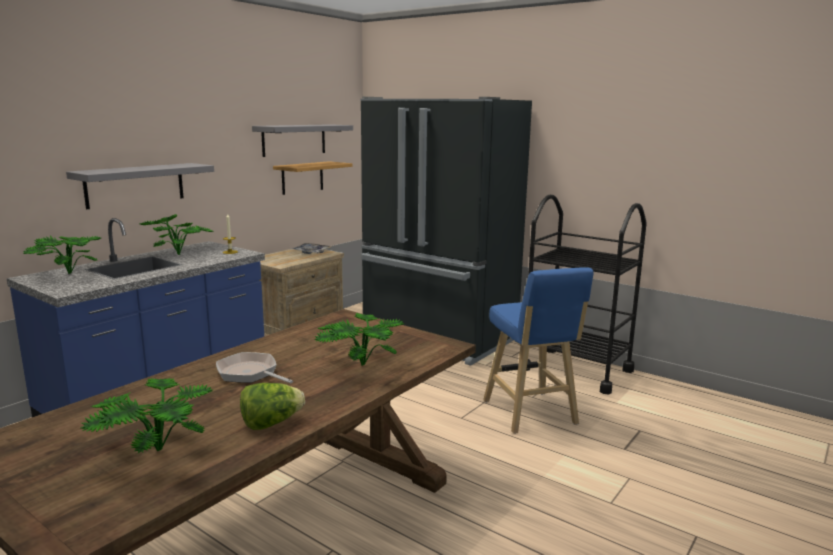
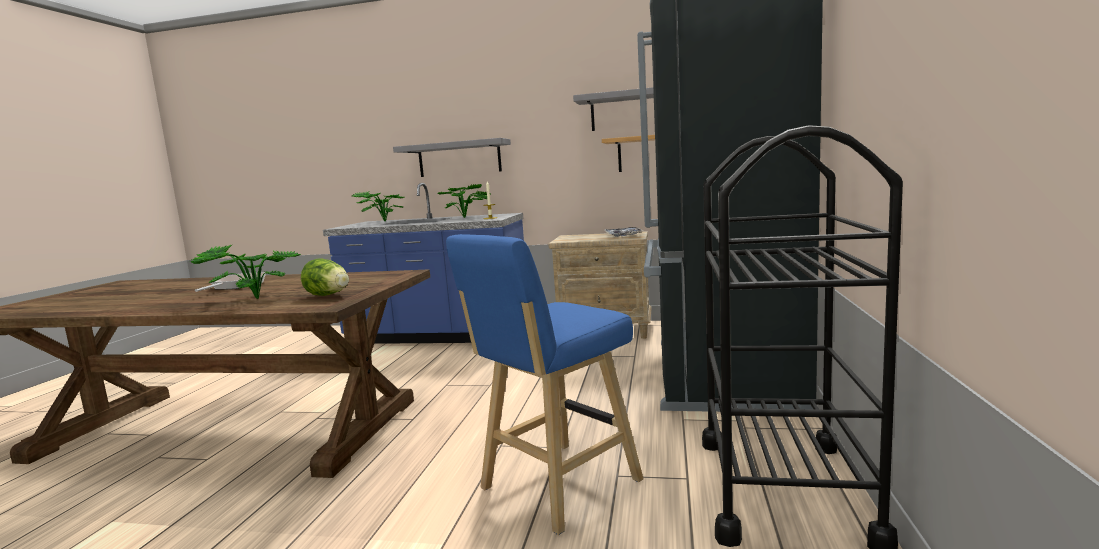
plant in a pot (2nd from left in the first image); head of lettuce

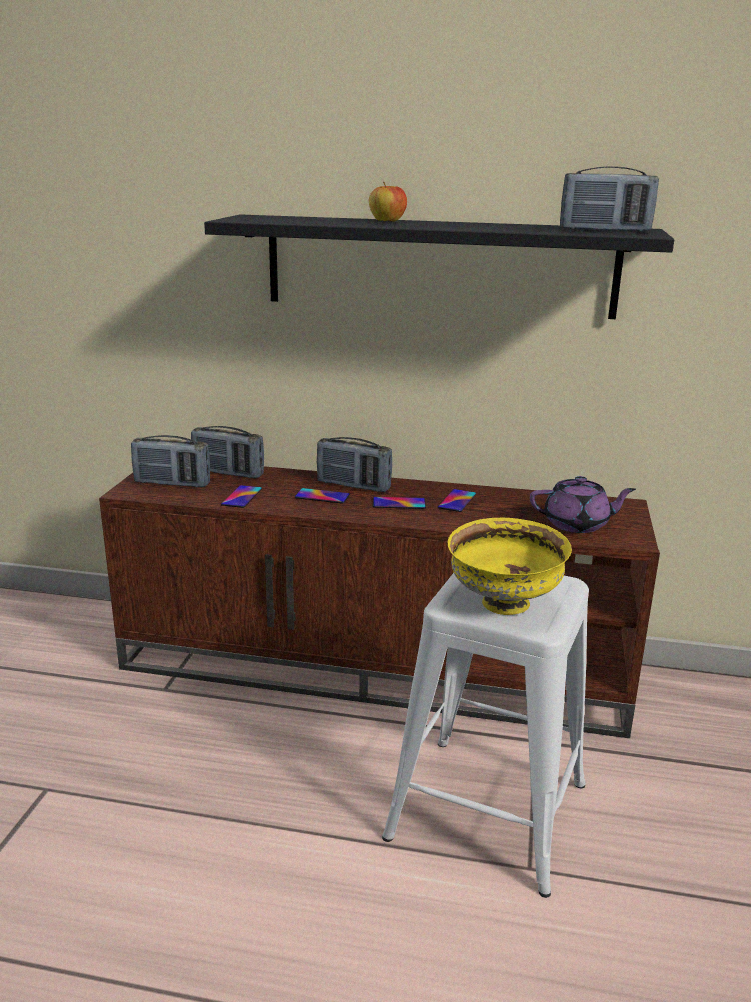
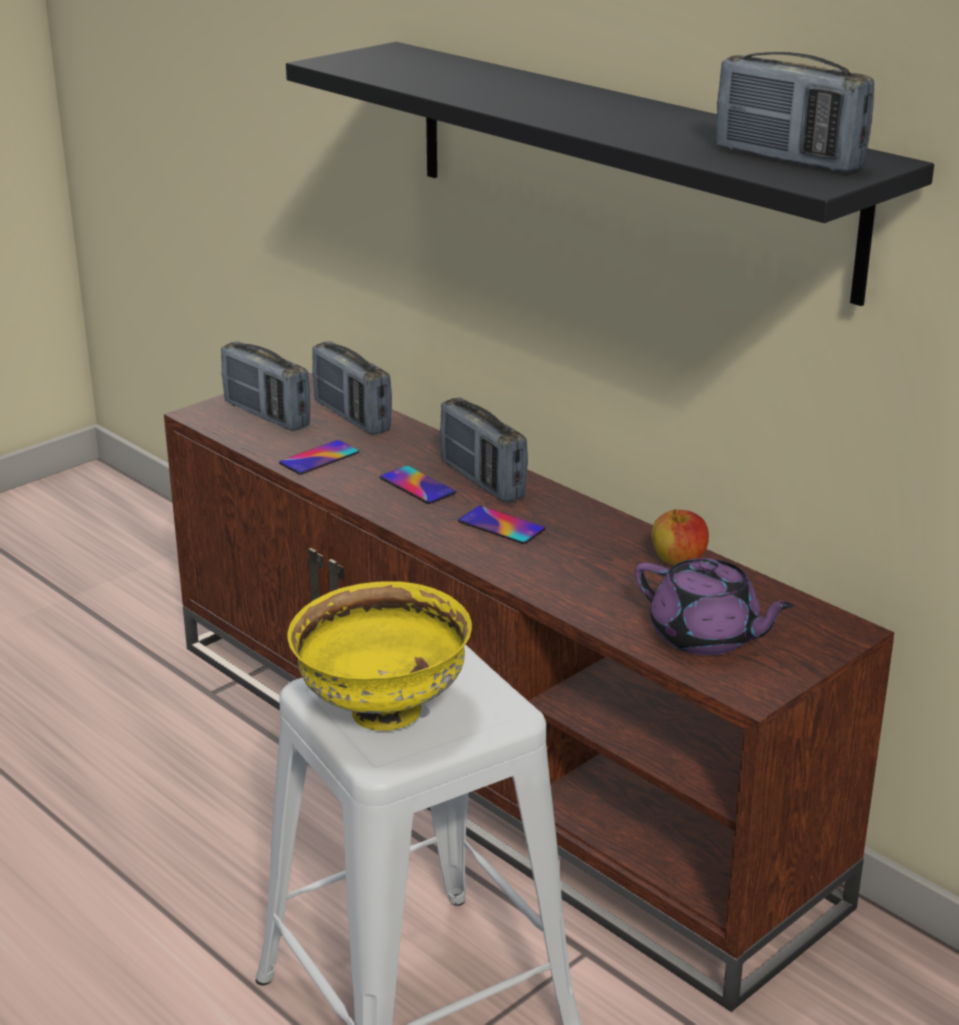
whole apple; phone (4th from left in the first image)

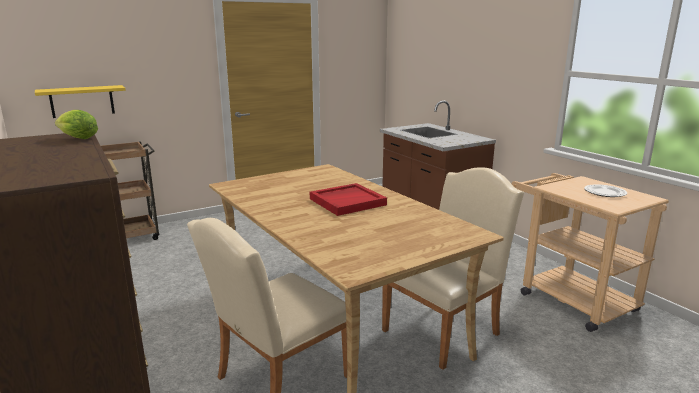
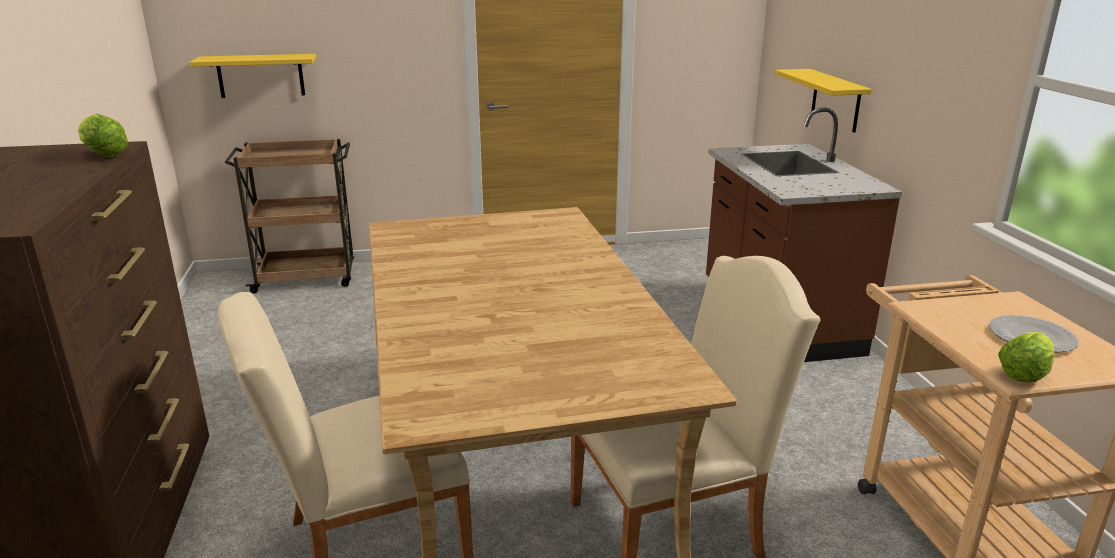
serving tray in red; shelf in yellowish (2nd from left); head of lettuce (2nd from left)

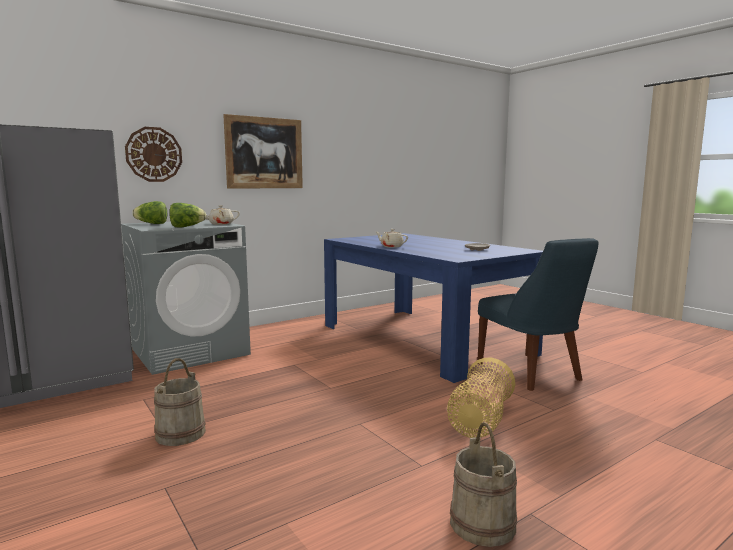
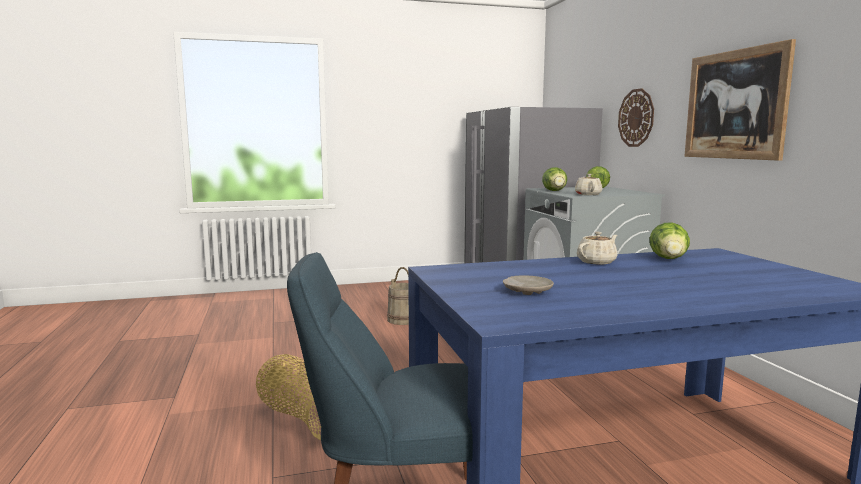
water bucket in sand-coloured (2nd from left in the first image); head of lettuce (3rd from left)

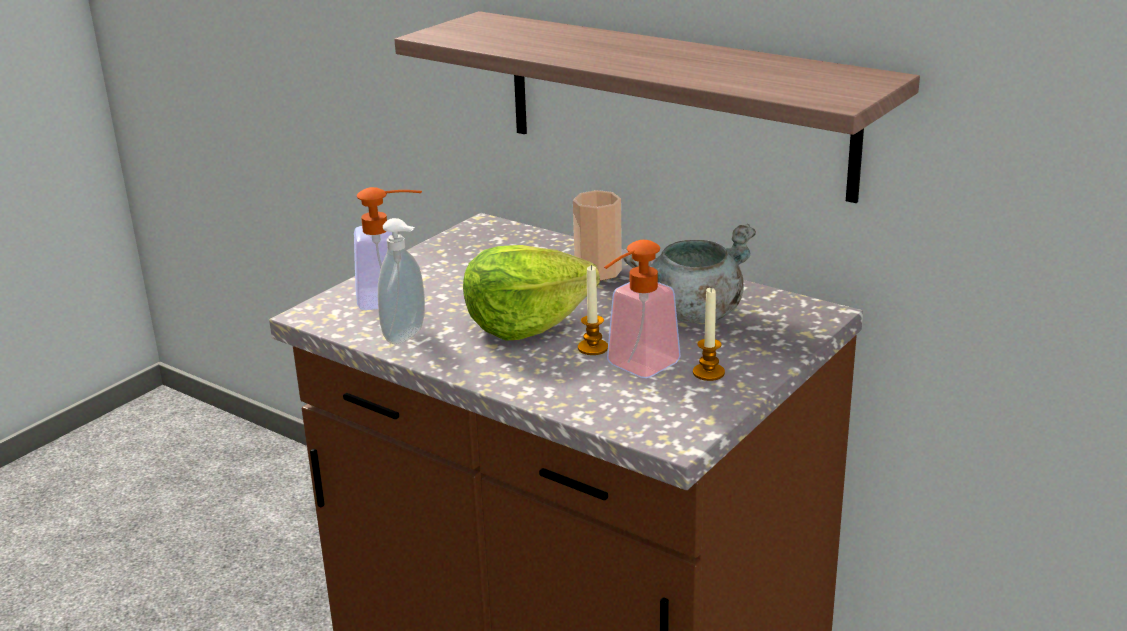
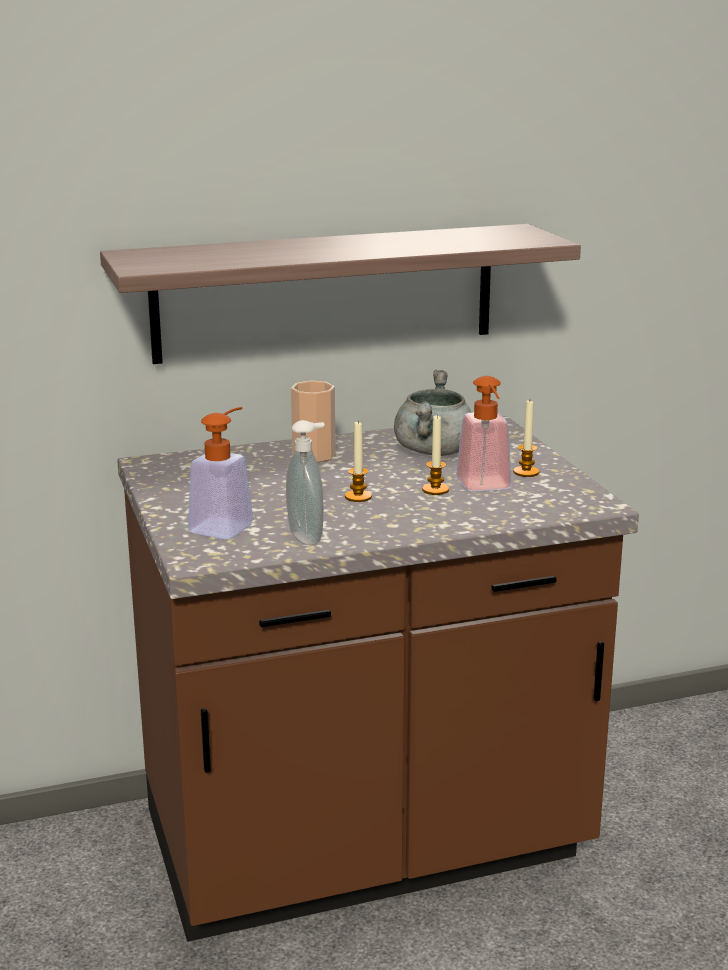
candle (1st from left)

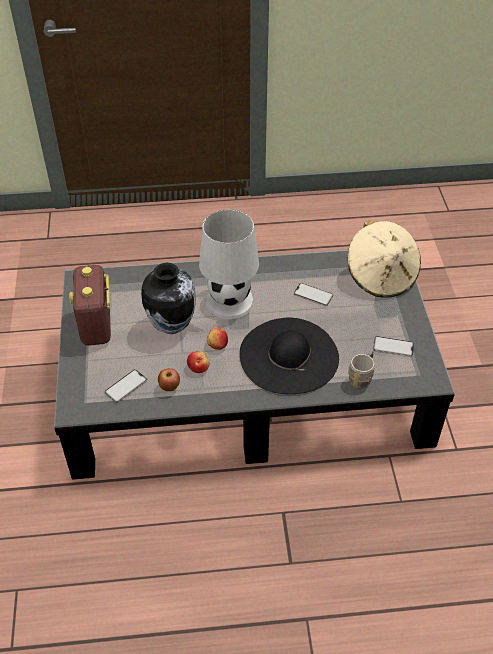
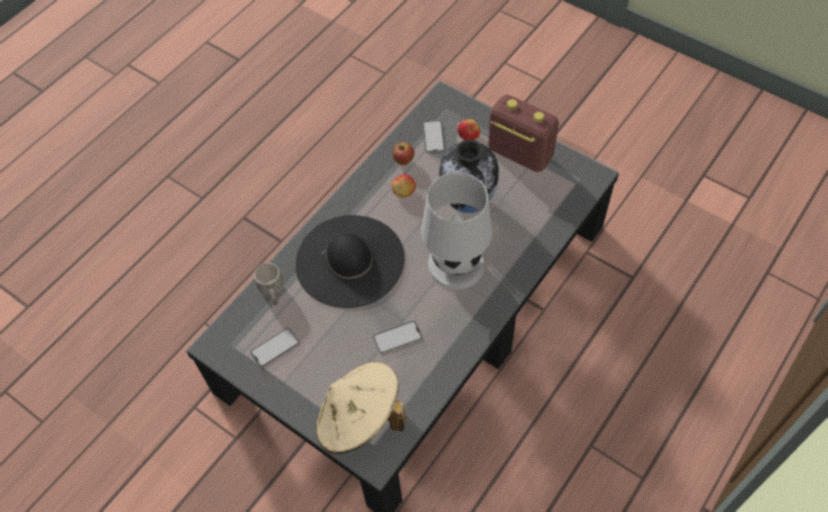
whole apple (3rd from left)

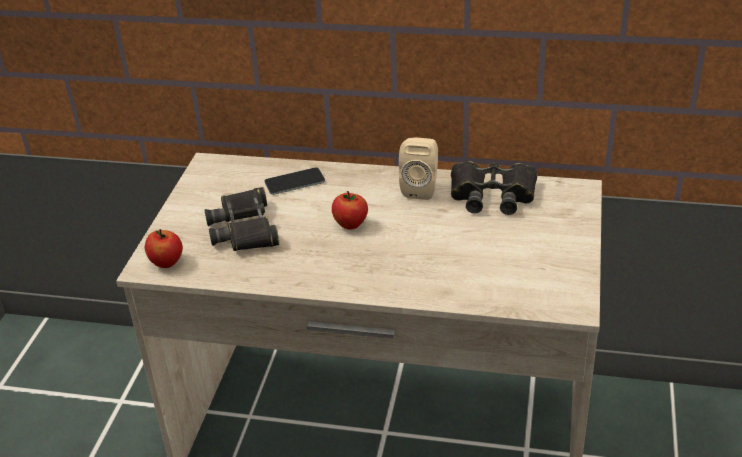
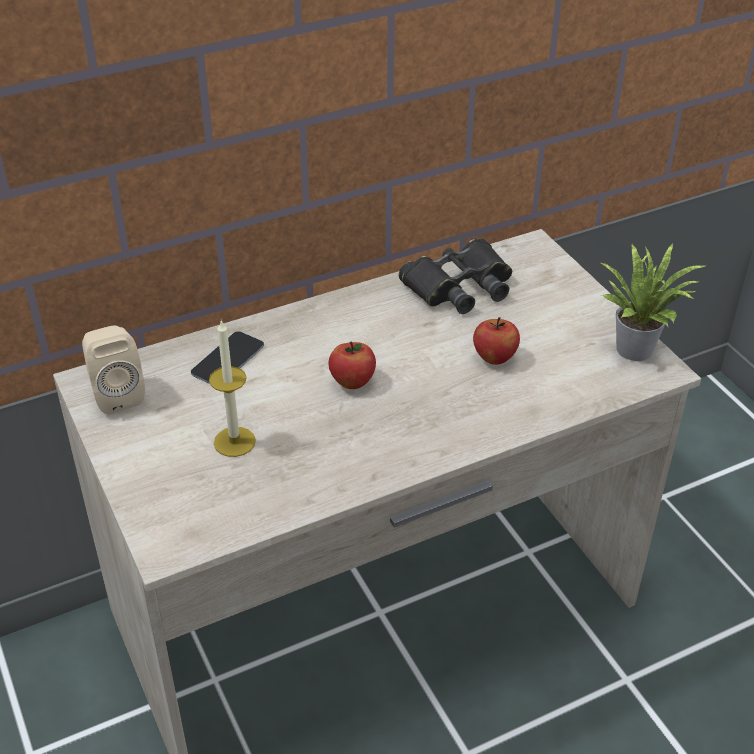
audio speaker in sand-coloured; candle; whole apple (2nd from left); plant in a pot

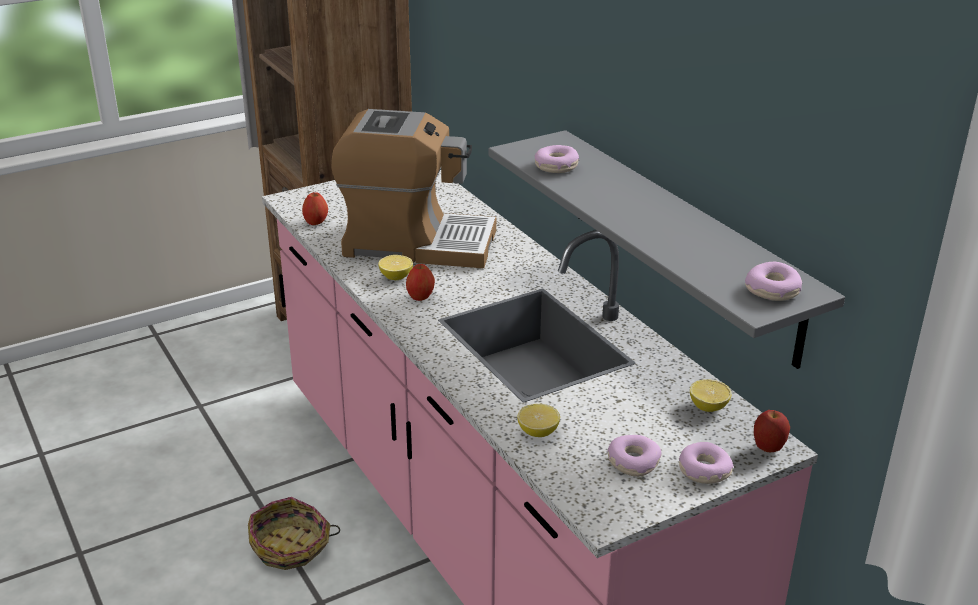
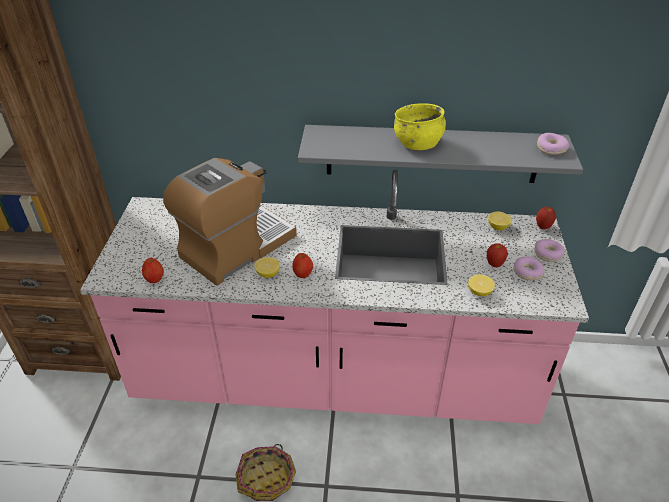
doughnut (1st from left in the first image); serving bowl in yellowish; whole apple (3rd from left)

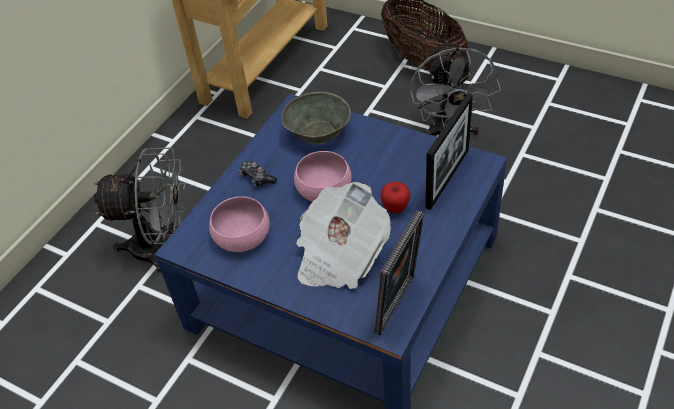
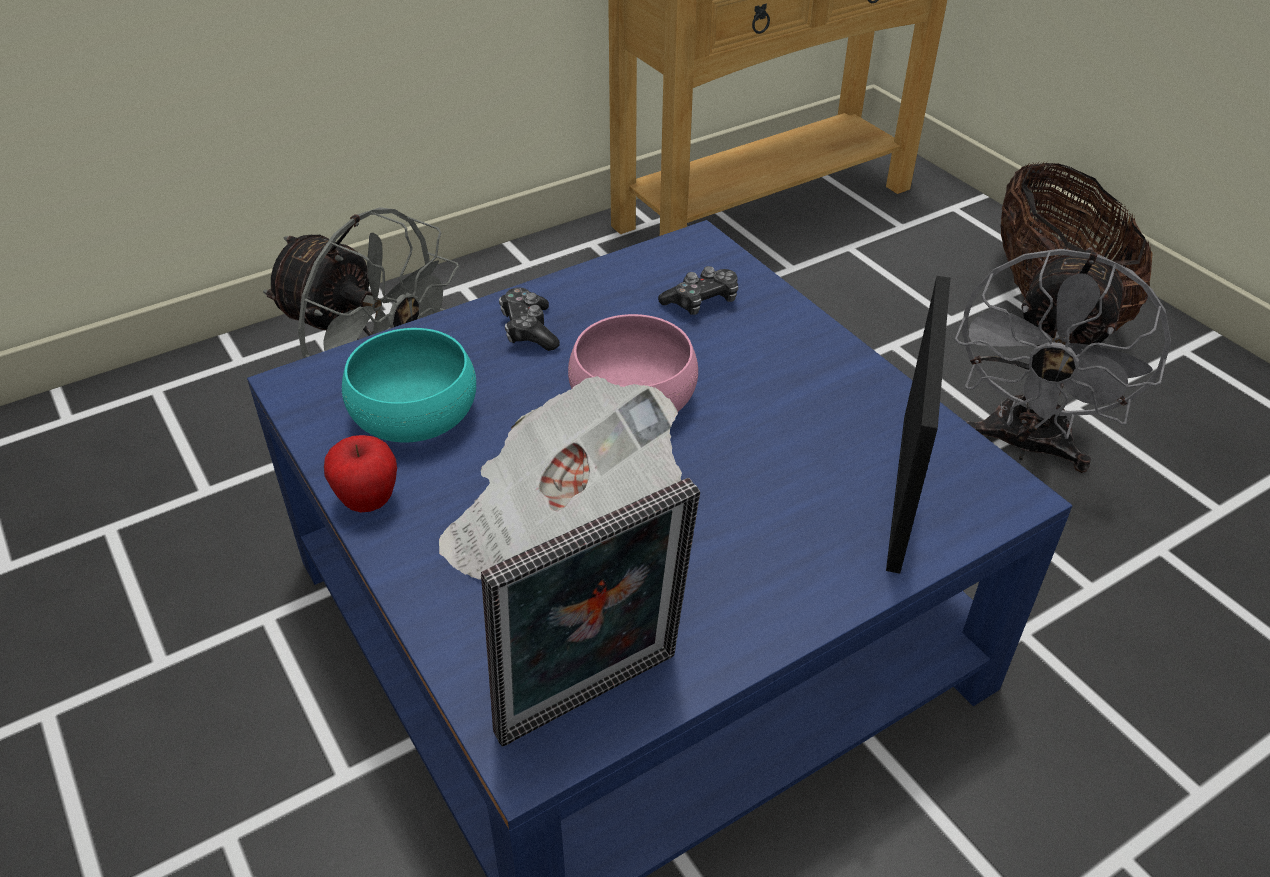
joypad (2nd from left); photo frame (2nd from left); whole apple; serving bowl in blue-green

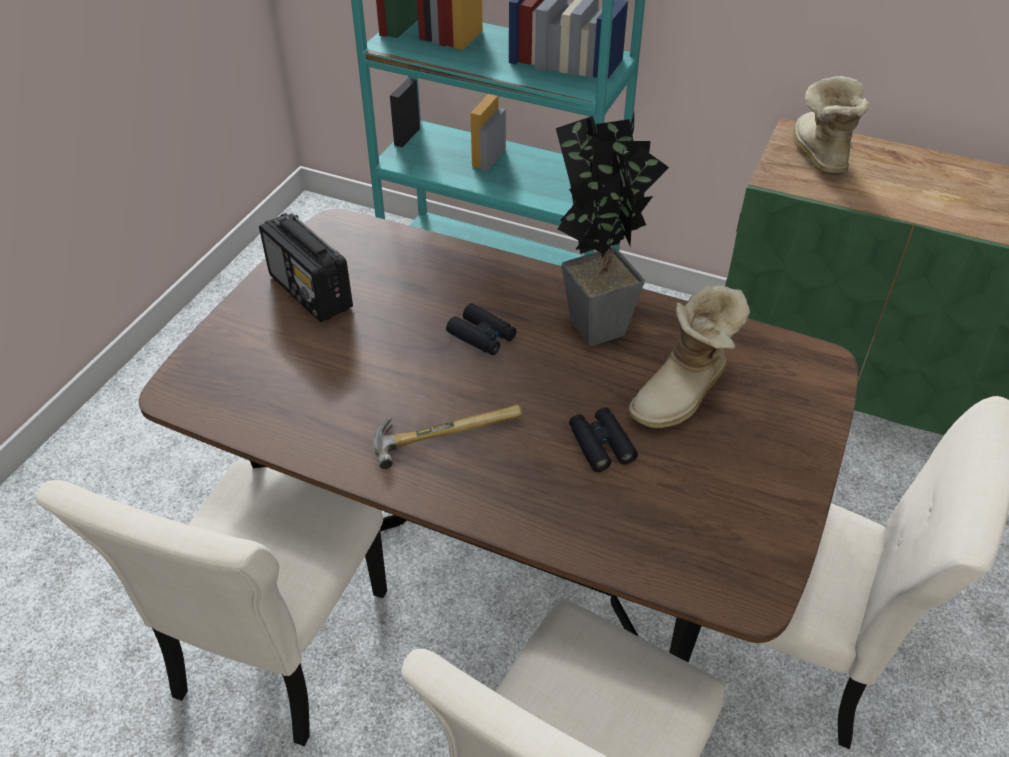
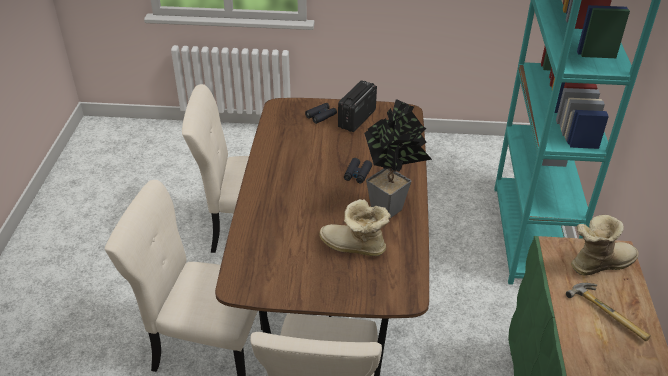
hammer; field glasses in black-coloured (1st from left)

